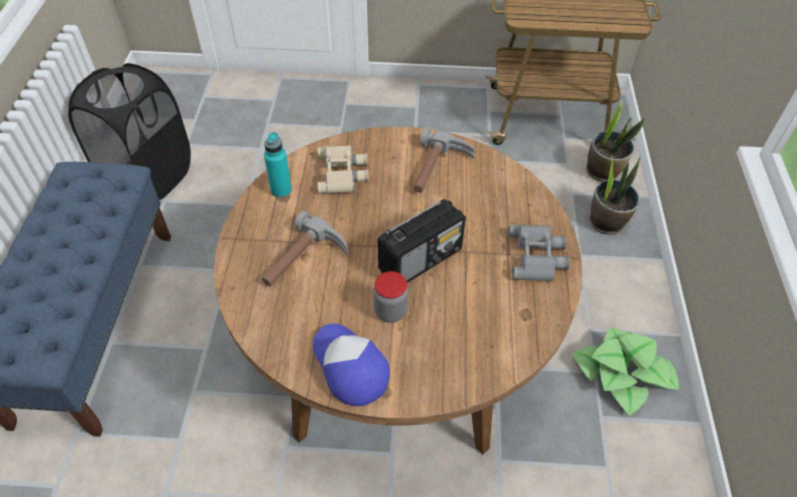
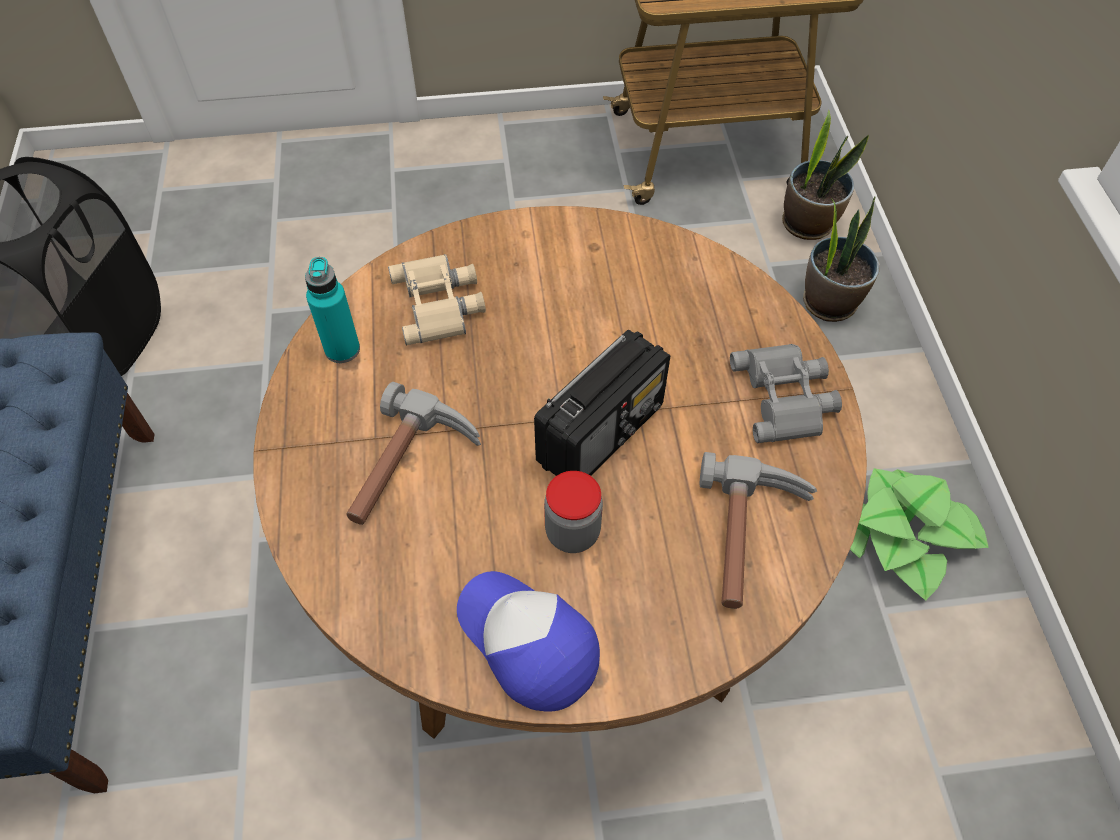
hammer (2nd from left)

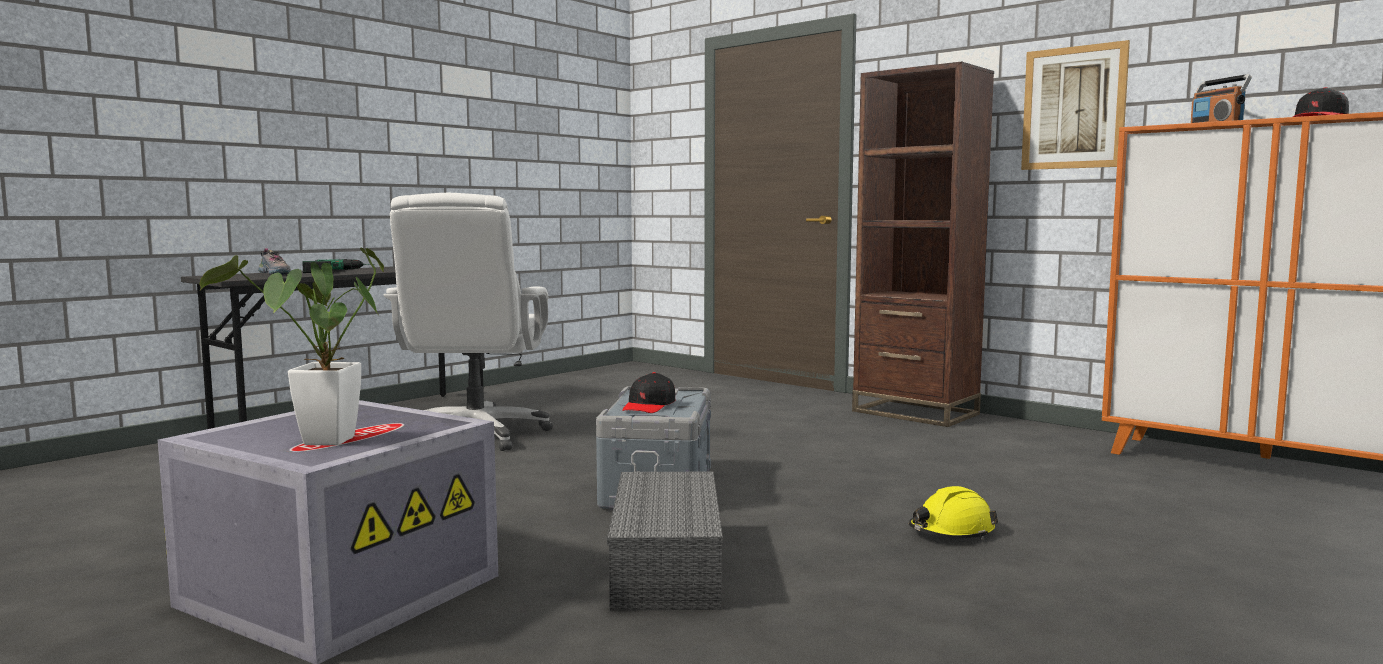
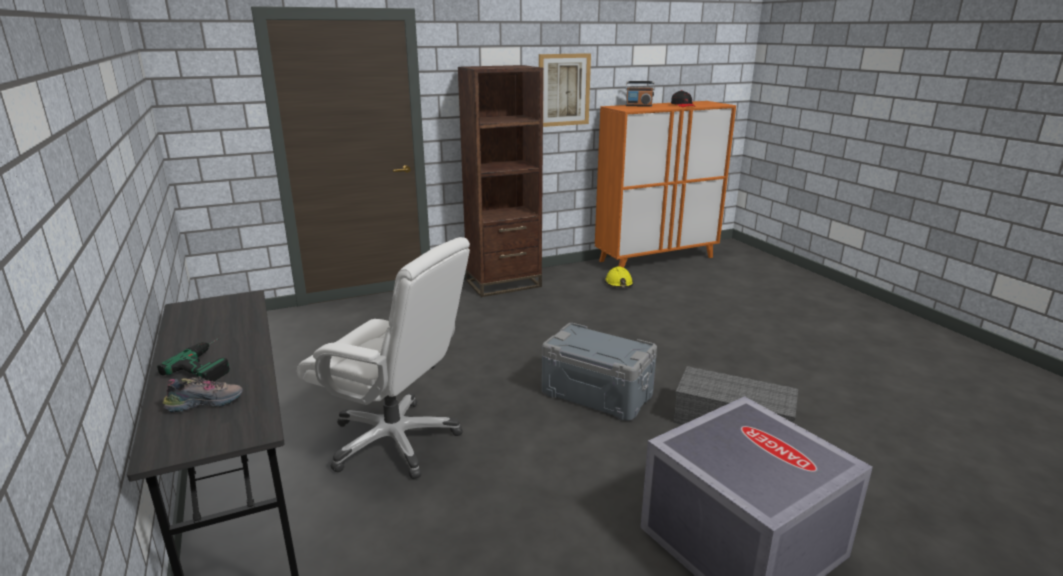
plant in a pot; peaked cap in black-coloured (1st from left in the first image); hard hat in yellowish

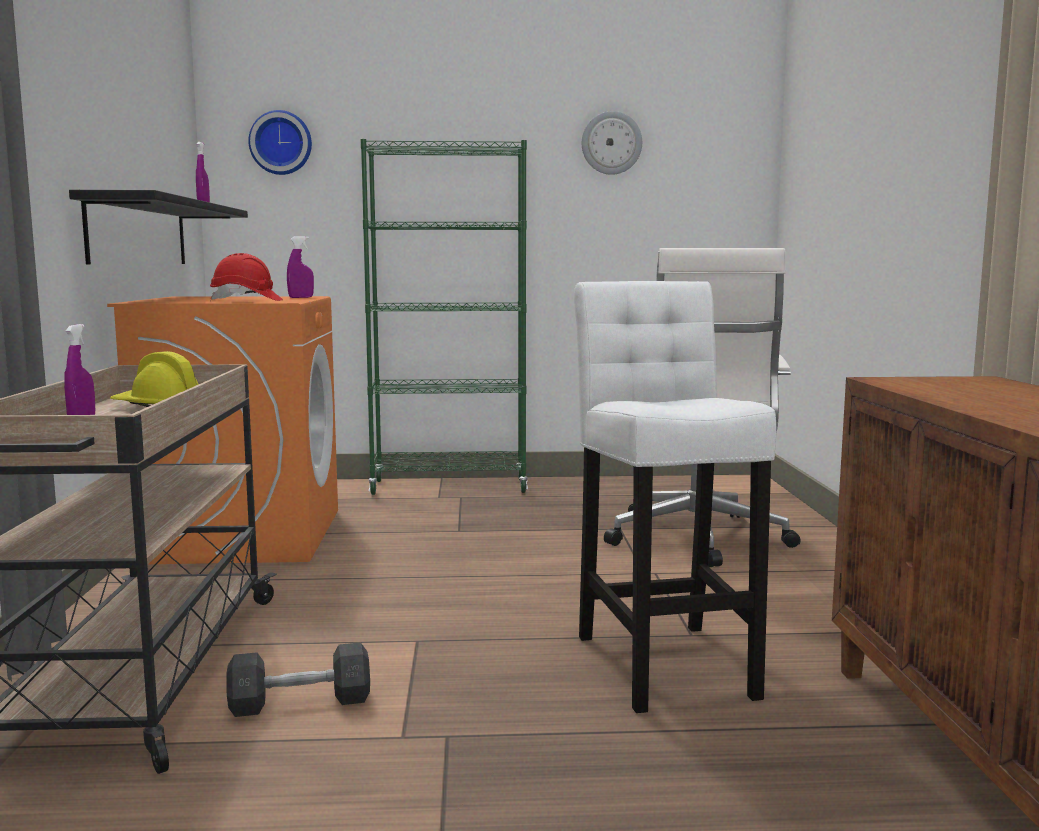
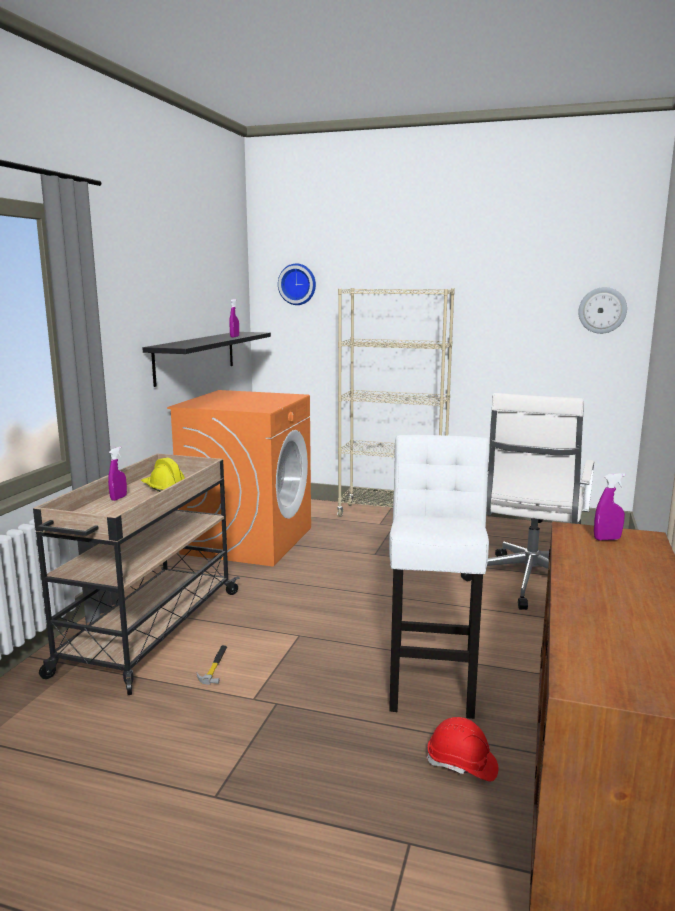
wall clock (2nd from left); bookcase in sand-coloured; hand sprayer in purple (3rd from left); hard hat in red; hammer

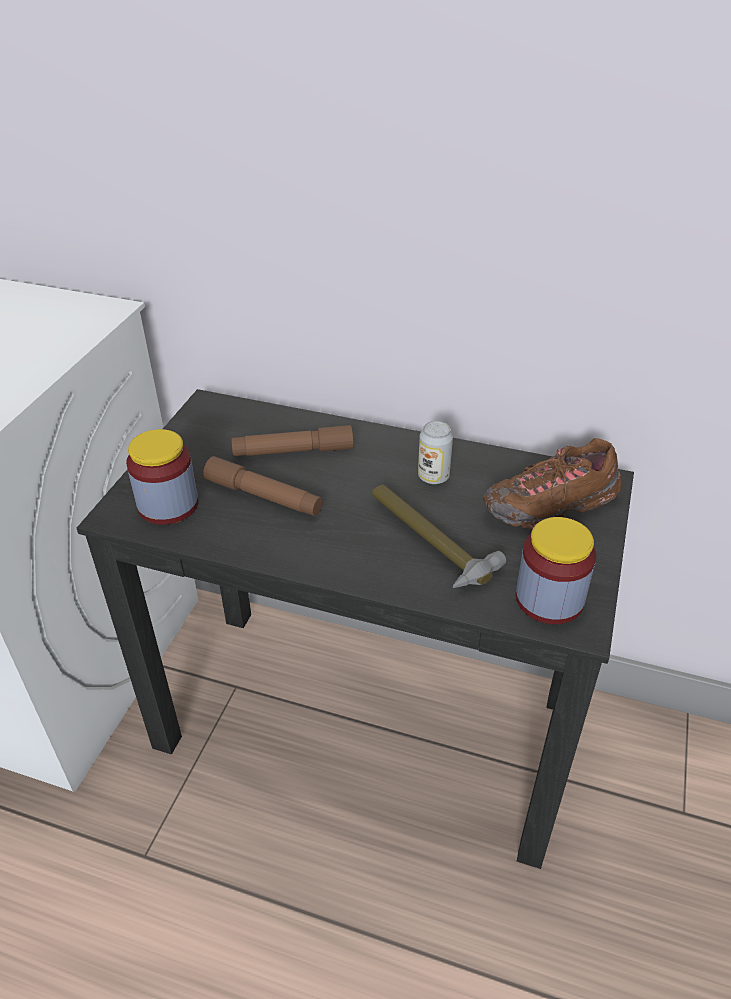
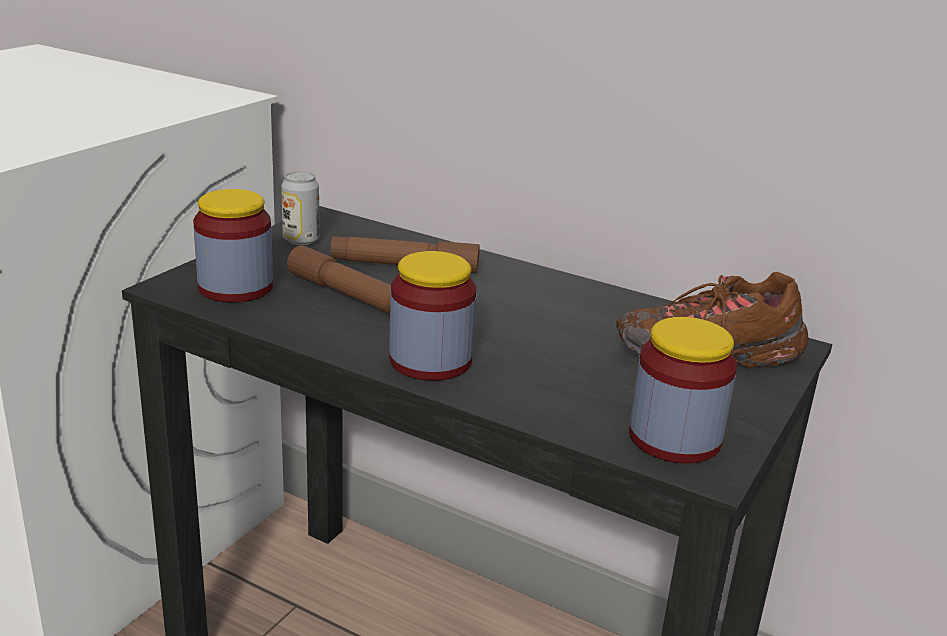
sealed can; hammer; preserve jar (2nd from left)

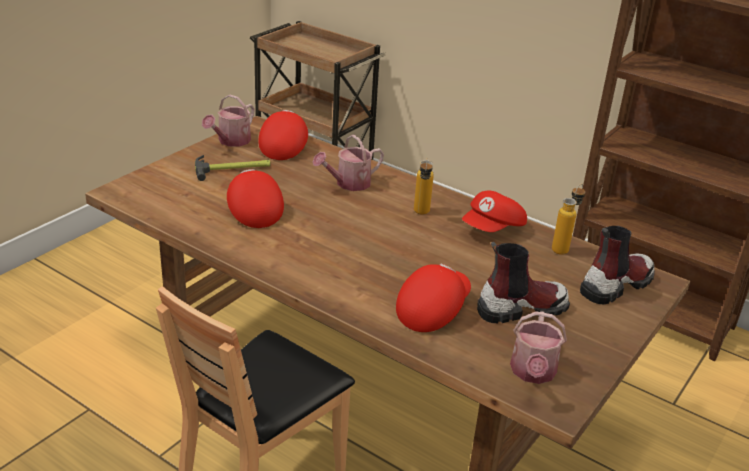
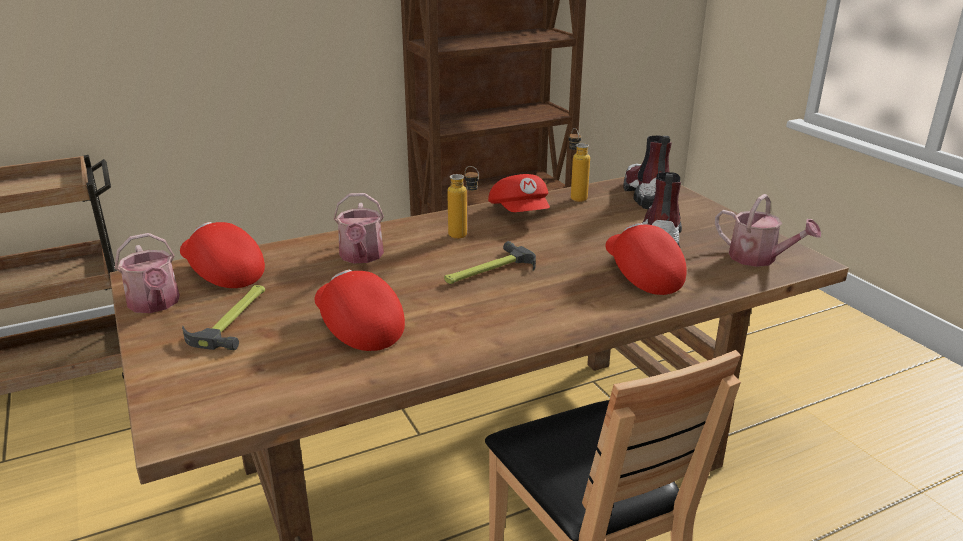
peaked cap in red (2nd from left); hammer (2nd from left)

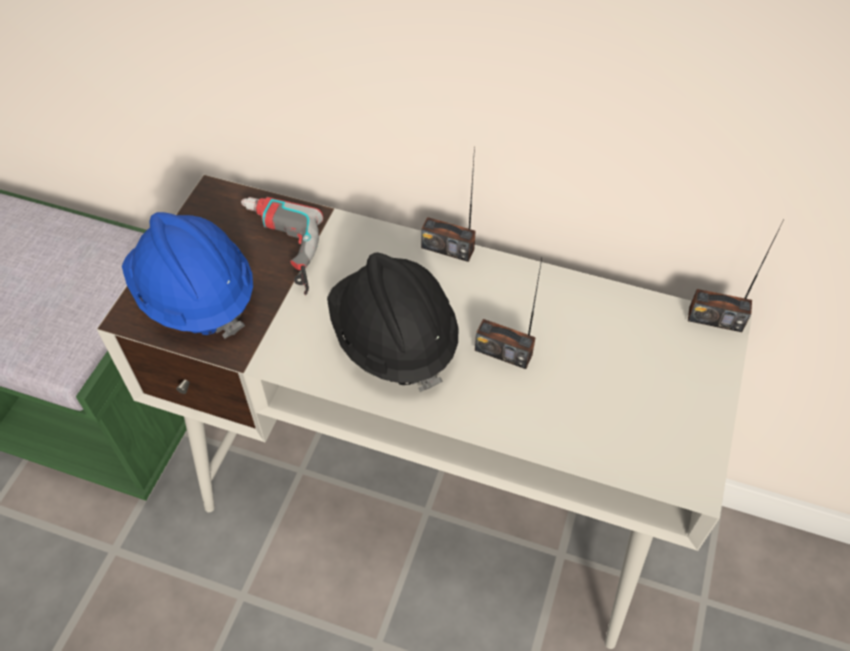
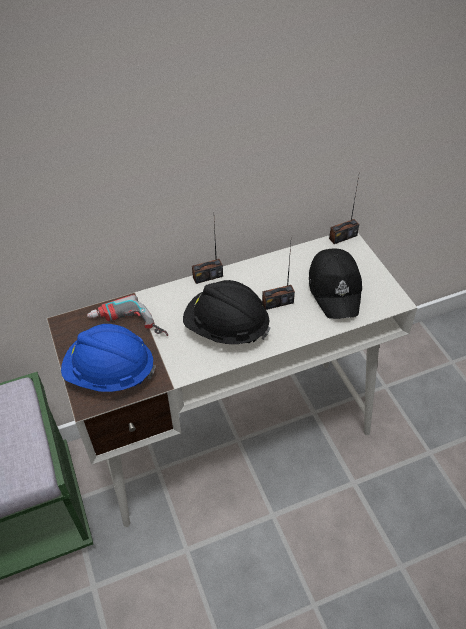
peaked cap in black-coloured

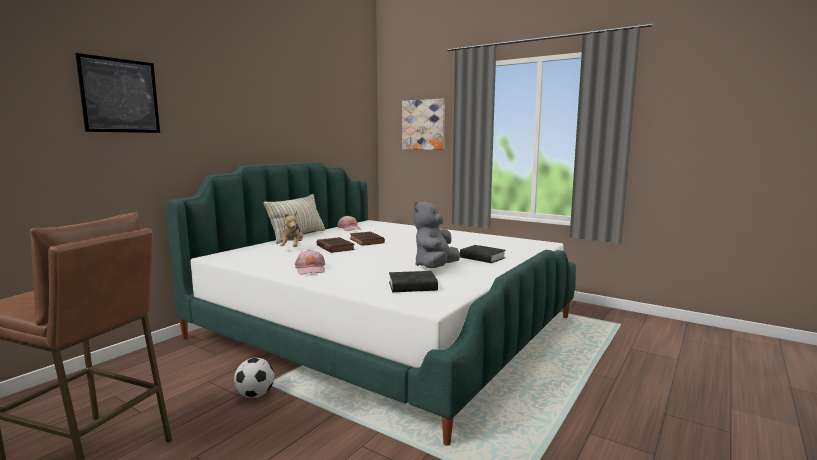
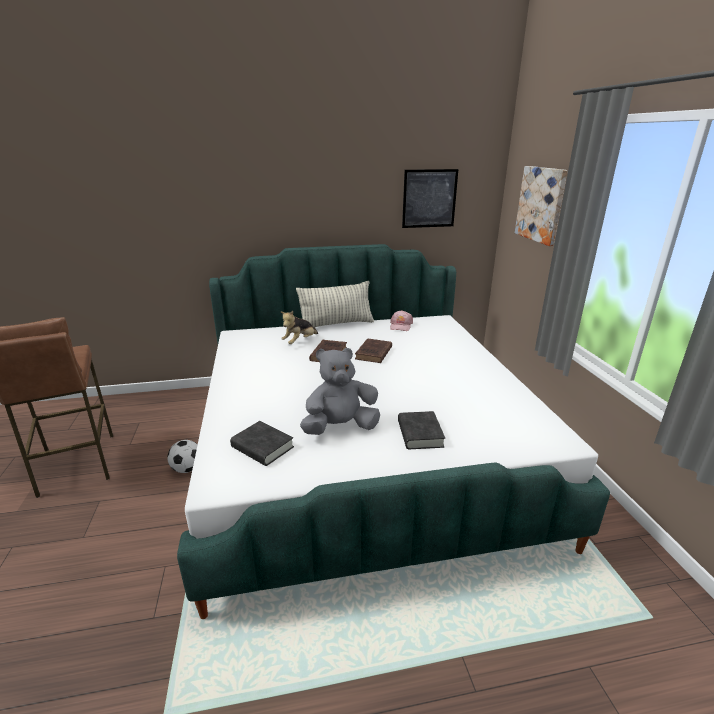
wall art (1st from left); peaked cap in pink (1st from left in the first image)

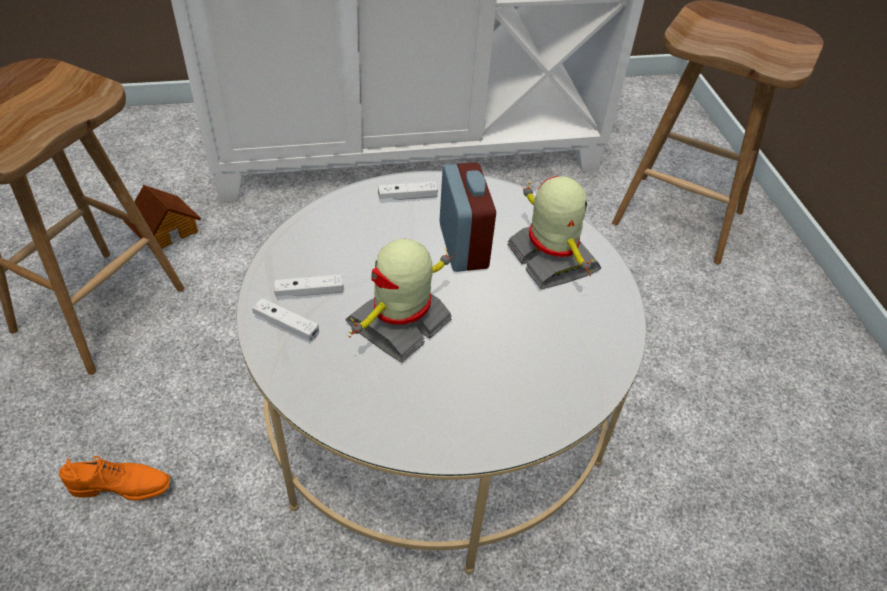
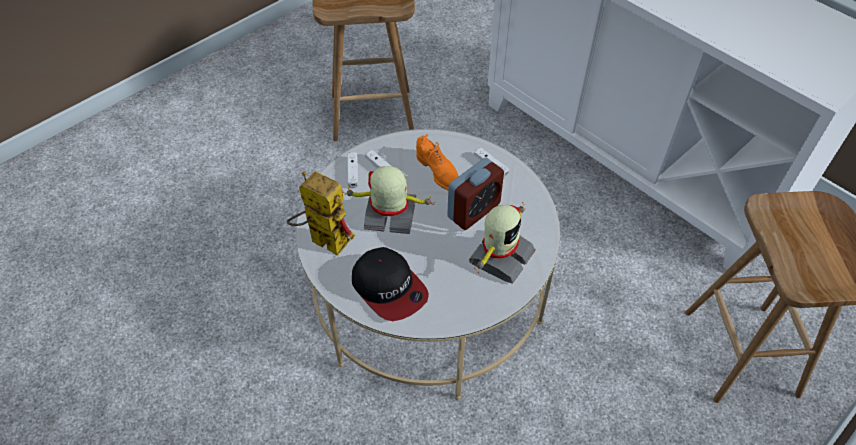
miniature house; item of footwear in orange; toy robot (1st from left); peaked cap

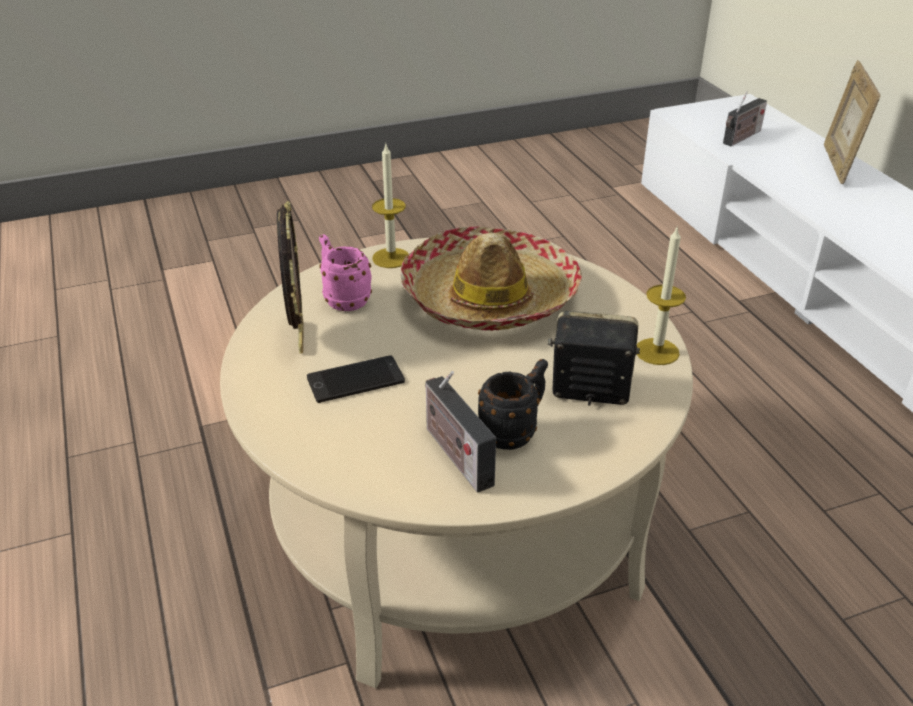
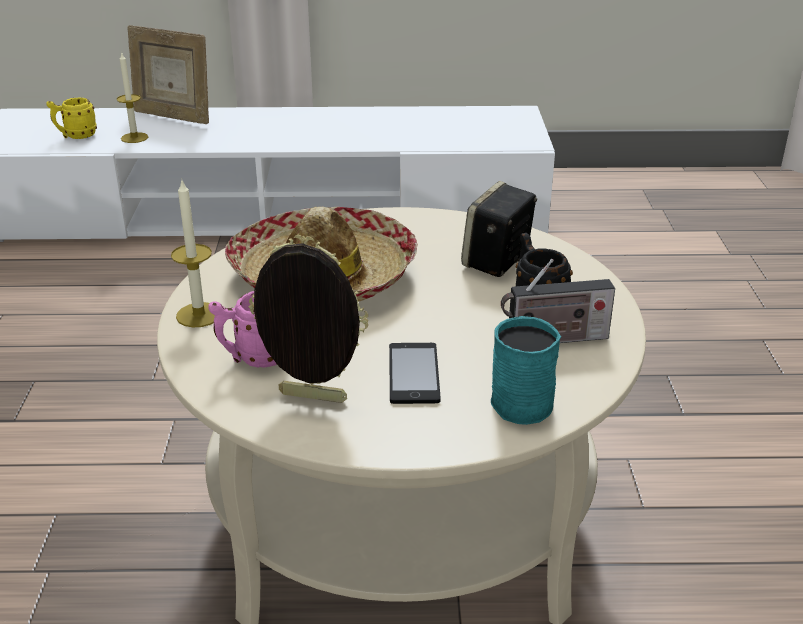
tea mug in yellowish; candle (1st from left); tea mug in blue-green

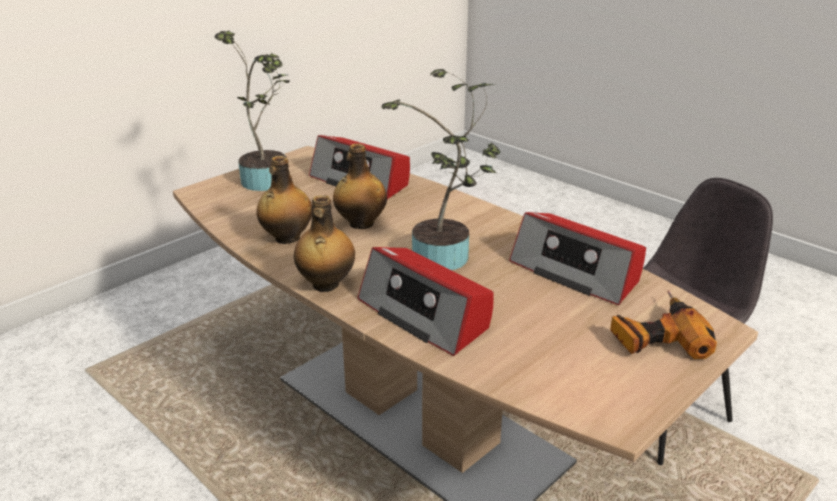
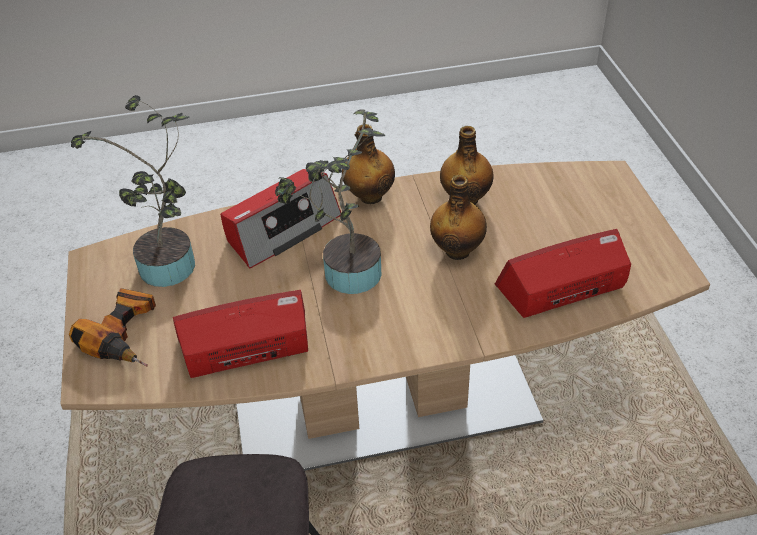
plant in a pot (1st from left); radio (2nd from left)

